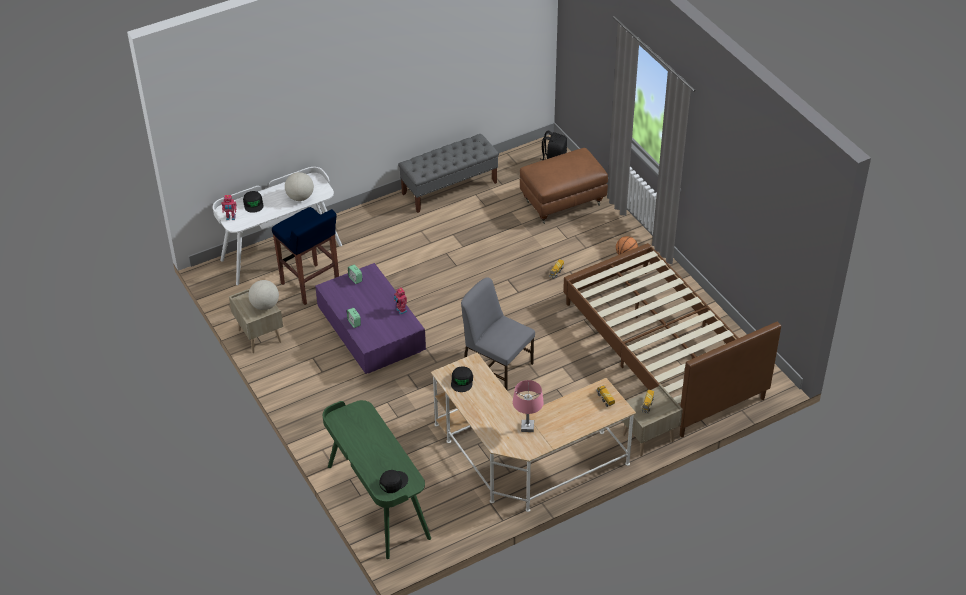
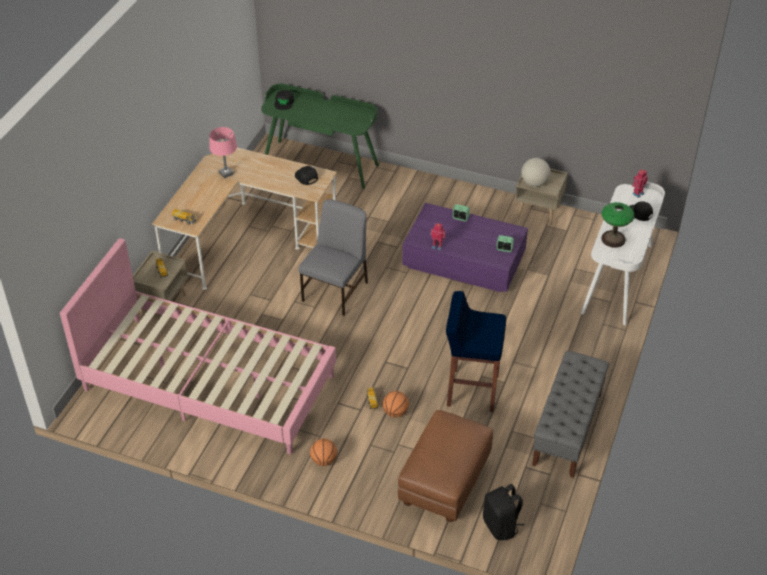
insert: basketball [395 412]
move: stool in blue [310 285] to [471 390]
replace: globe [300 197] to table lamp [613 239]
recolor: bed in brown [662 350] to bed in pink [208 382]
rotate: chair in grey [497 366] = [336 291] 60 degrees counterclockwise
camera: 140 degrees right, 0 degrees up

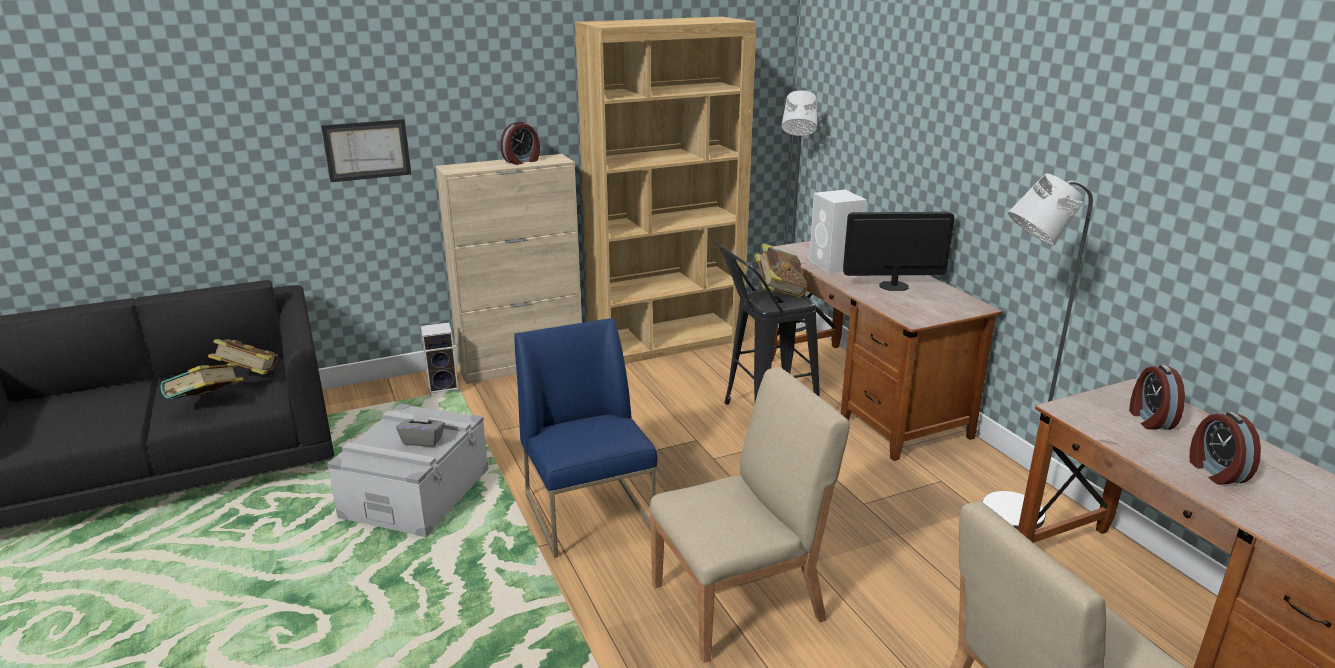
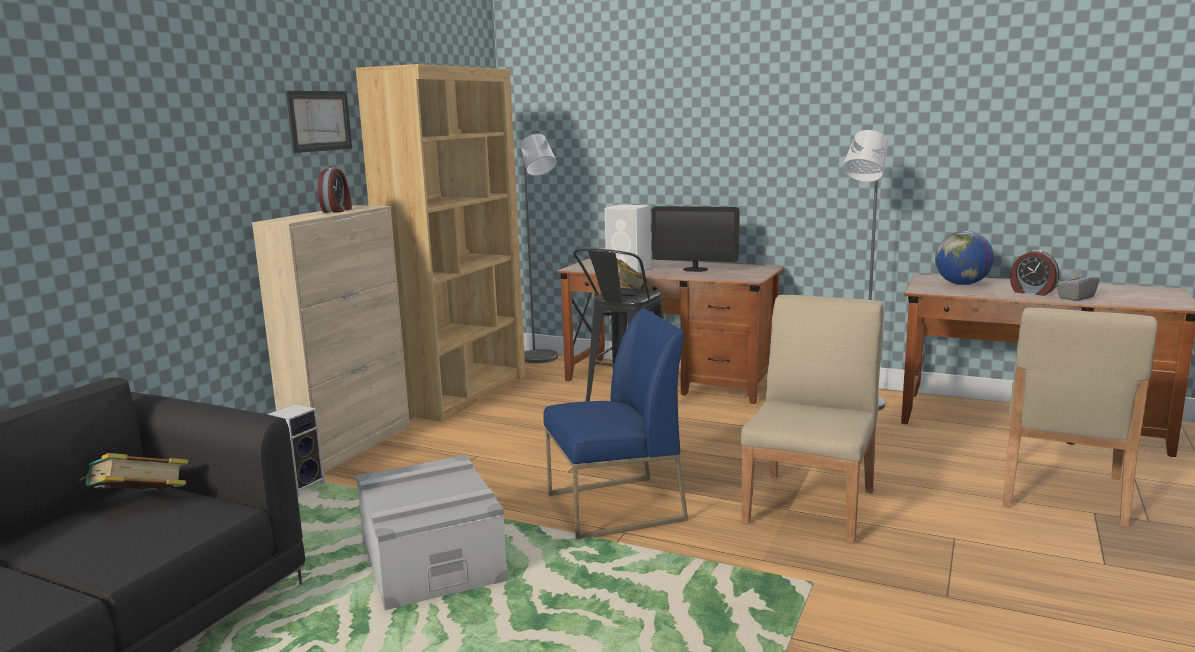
delete: book [207 403]
move: picture [367 150] to [319 121]; tissue box in grey [423 441] to [1075 298]
replace: alarm clock [1149 419] to globe [962 284]
rotate: monitor [893 286] = [695 269] 120 degrees counterclockwise; chair in blue [590 513] = [614 507] 135 degrees clockwise
camera: 40 degrees left, 10 degrees down

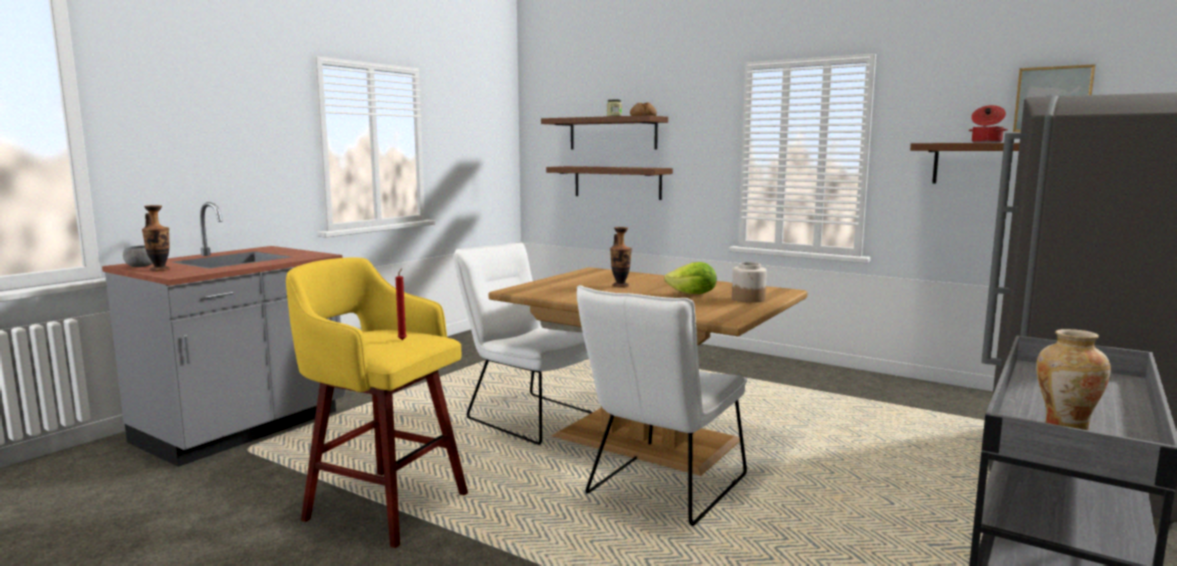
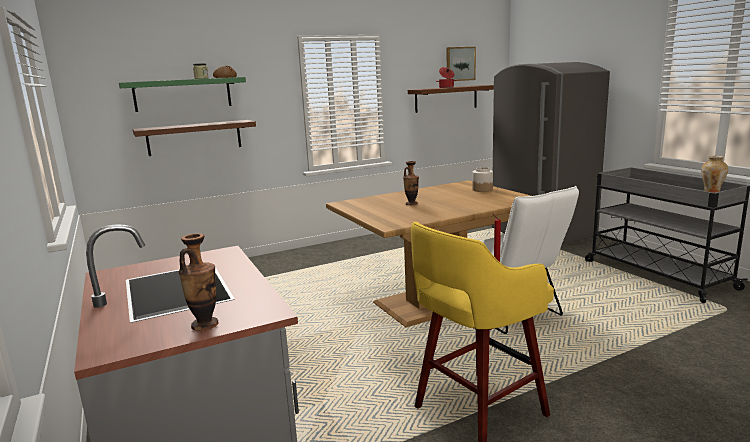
delete: chair in white [529 416]; bowl in grey [141 266]; lettuce [693 294]
recolor: shelf in brown [612 133] to shelf in green [183 94]
camera: 60 degrees left, 5 degrees up

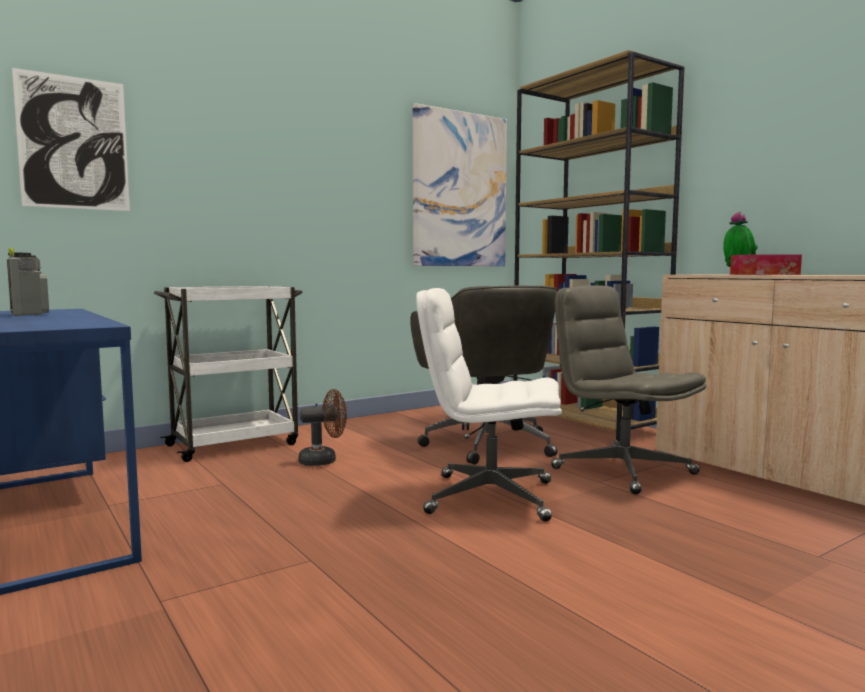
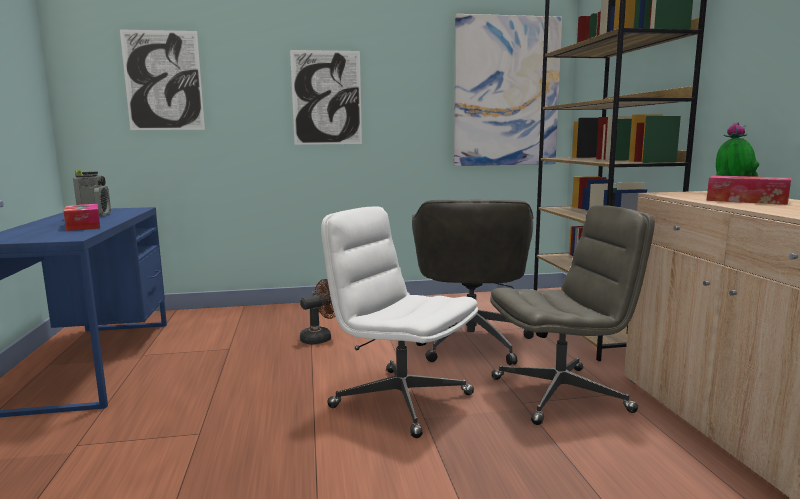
delete: cart in white [235 444]
insert: picture [326 98]; tissue box [83 225]
rotate: office chair in grey [622 471] = [561 394] 90 degrees clockwise; fan in brown [324 460] = [320 338] 45 degrees counterclockwise
camera: 25 degrees right, 5 degrees up

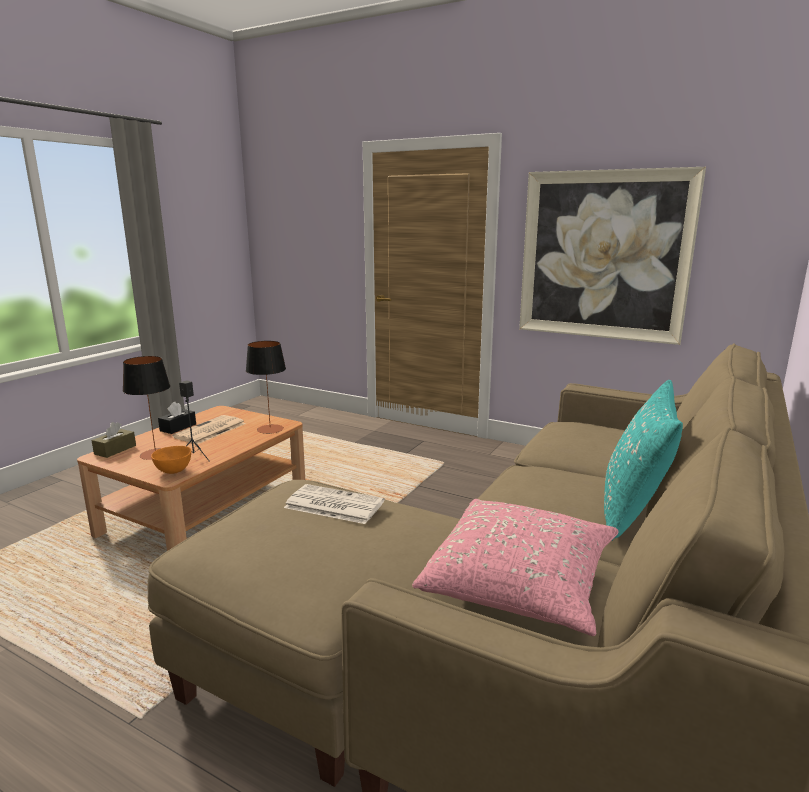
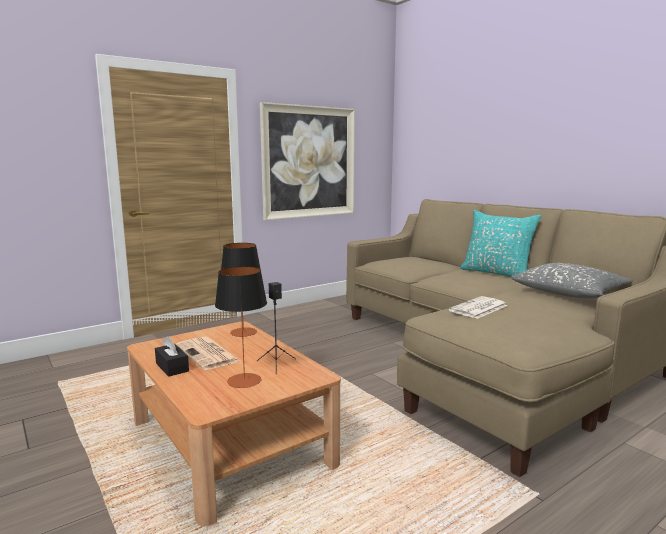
delete: tissue box in brown [115 450]; bowl in orange [173 471]
recolor: pillow in pink [520 582] to pillow in grey [569 293]
camera: 65 degrees left, 5 degrees down

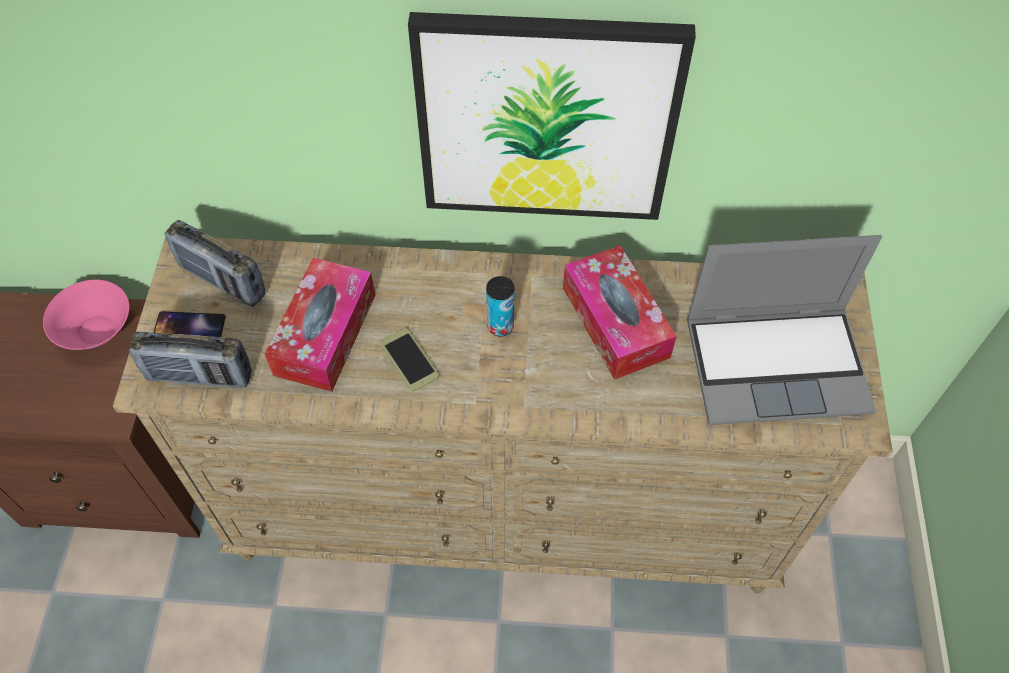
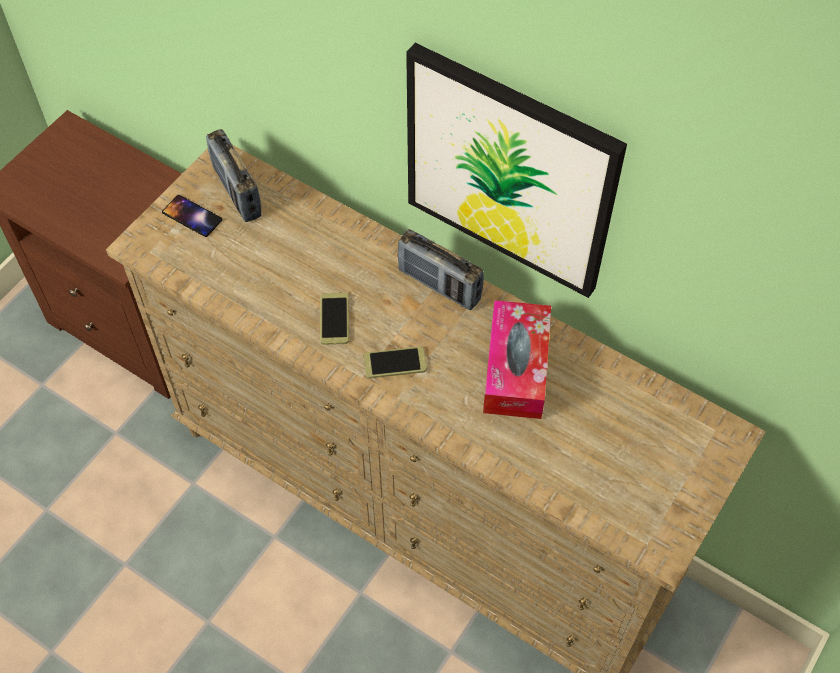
delete: laptop [778 364]; tissue box [325 334]; can [500 326]; bowl in pink [97 330]
insert: phone [395 363]
move: radio [200 376] to [439 285]
camera: 30 degrees right, 0 degrees up

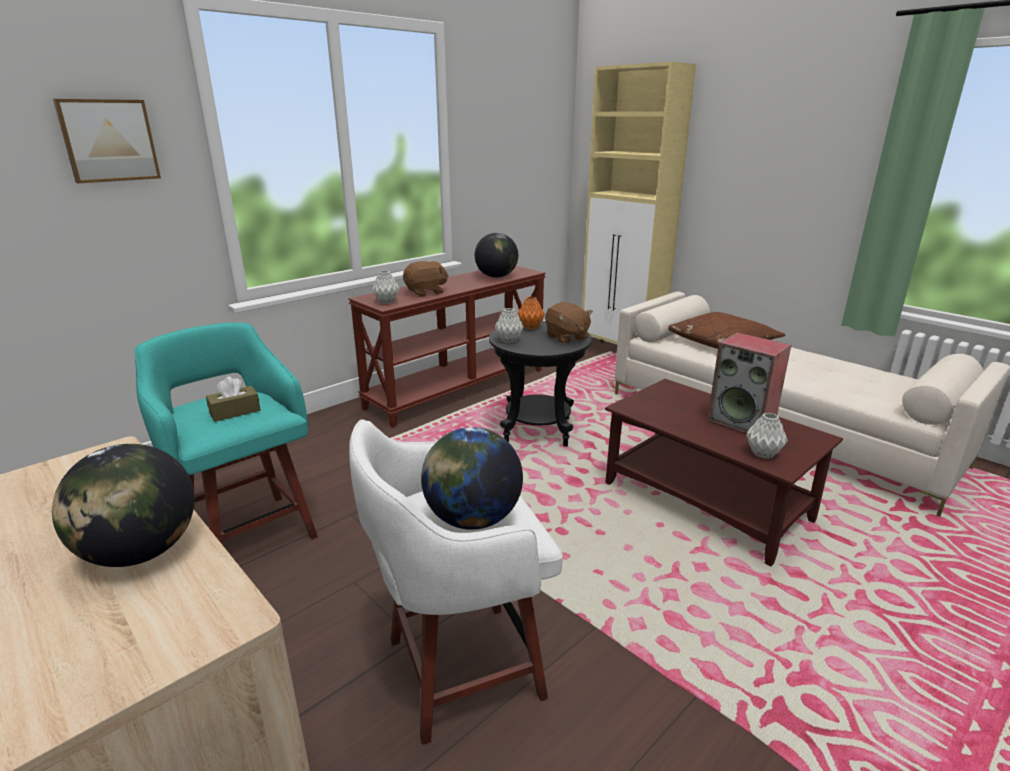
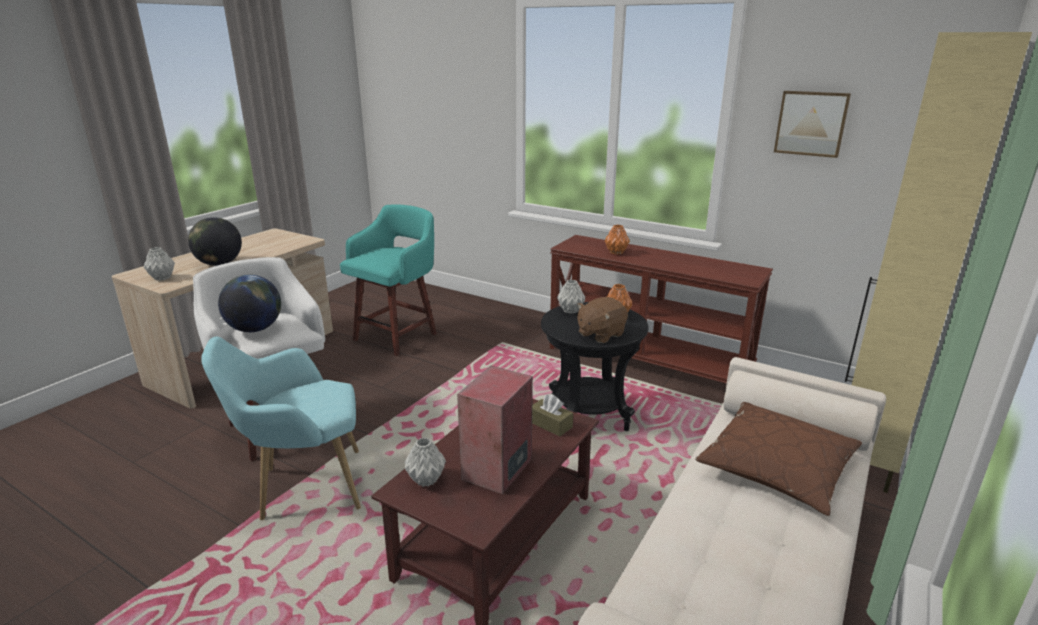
delete: globe [496 276]
insert: armchair in turquoise [304 487]
move: picture [108 140] to [811 123]; vase in grey [387 302] to [162 278]; tissue box in brown [235 412] to [550 424]
replace: plush toy in brown [426 292] to vase in orange [616 252]
camera: 75 degrees right, 0 degrees up

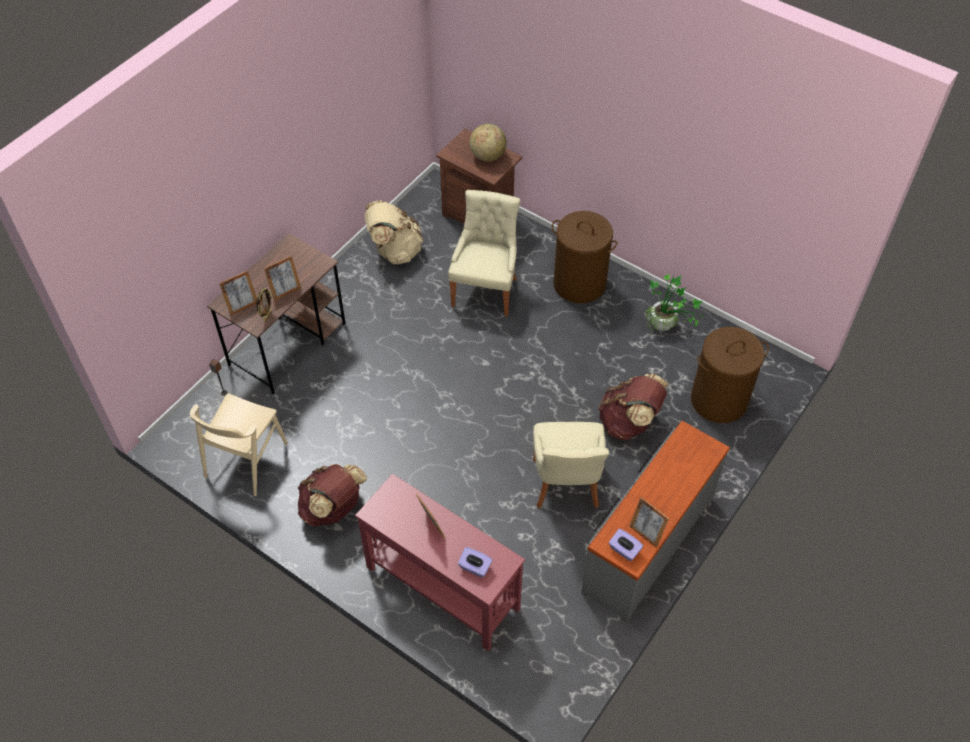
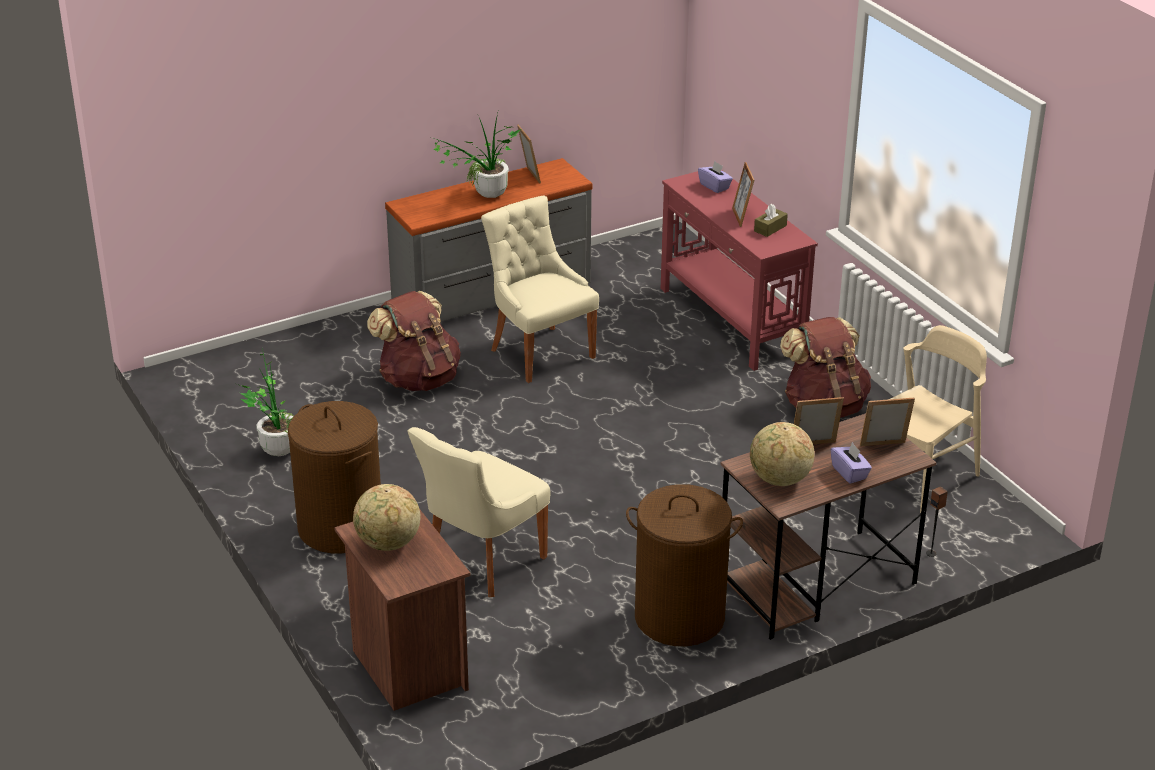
delete: backpack in beige [395 251]; picture frame [267 316]
insert: potted plant [485 197]; tissue box in brown [770 228]; globe [779 480]
move: laundry basket in brown [718 400] to [679 617]; tissue box in purple [624 550] to [849 473]
rotate: chair in beige [566 485] = [539 352] 60 degrees counterclockwise
camera: 155 degrees left, 20 degrees down

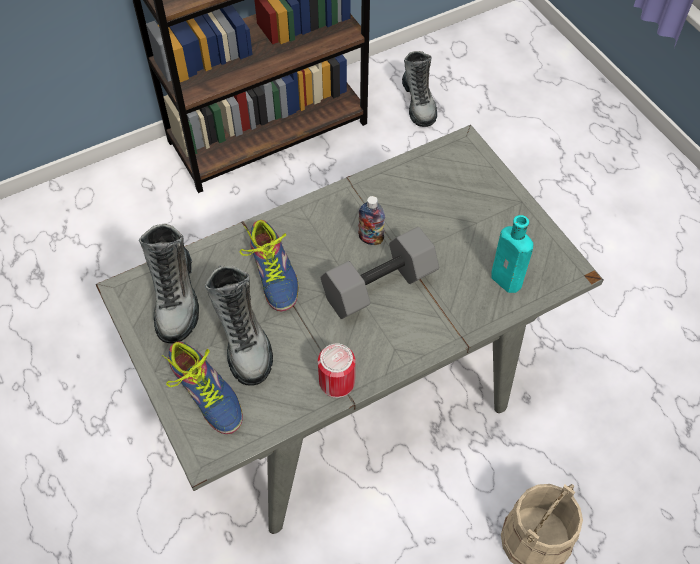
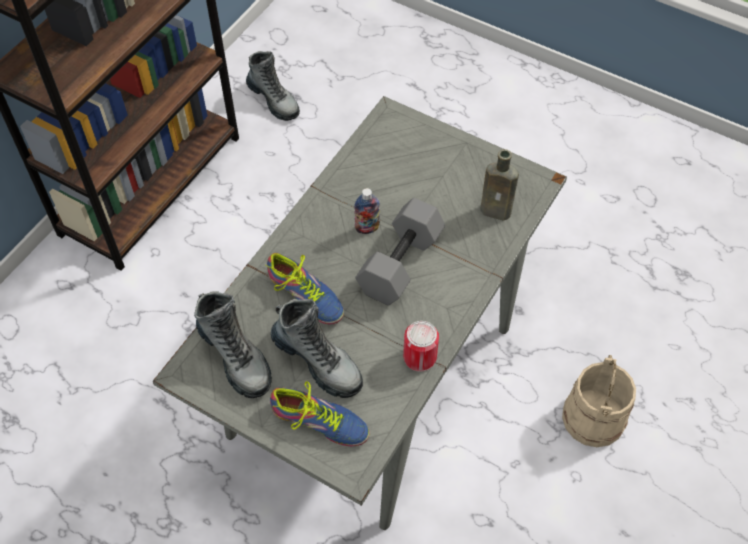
recolor: bottle in turquoise [508 281] to bottle in brown [498 211]
camera: 30 degrees left, 0 degrees up

